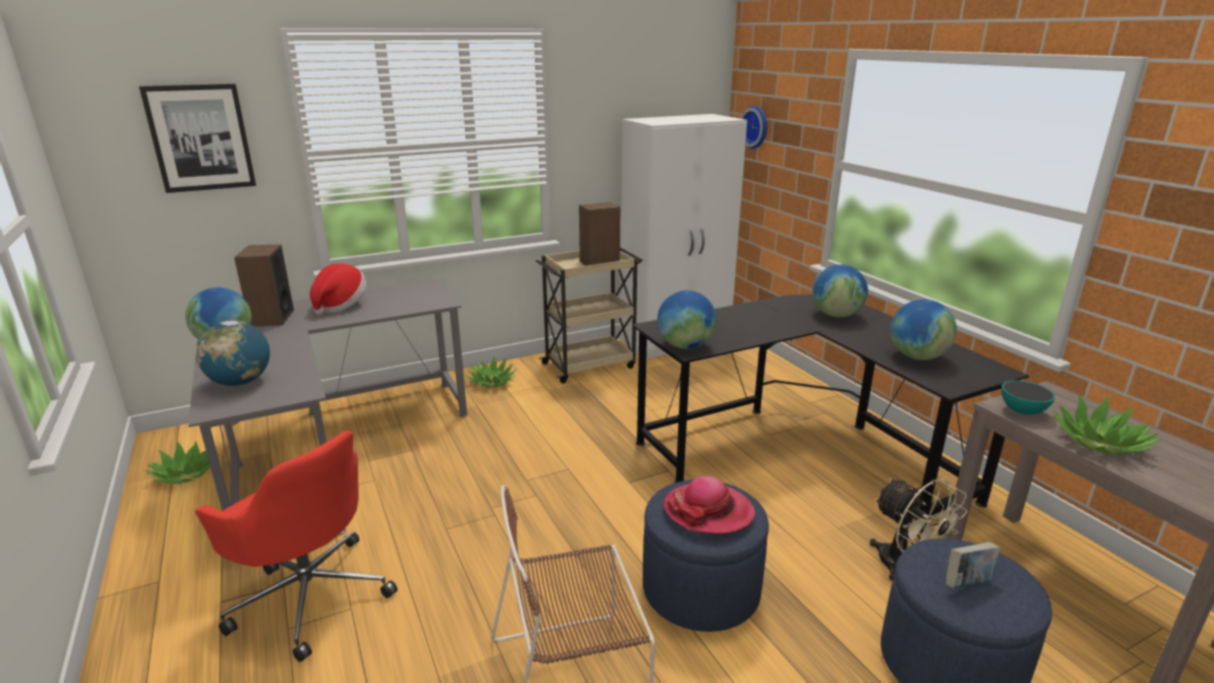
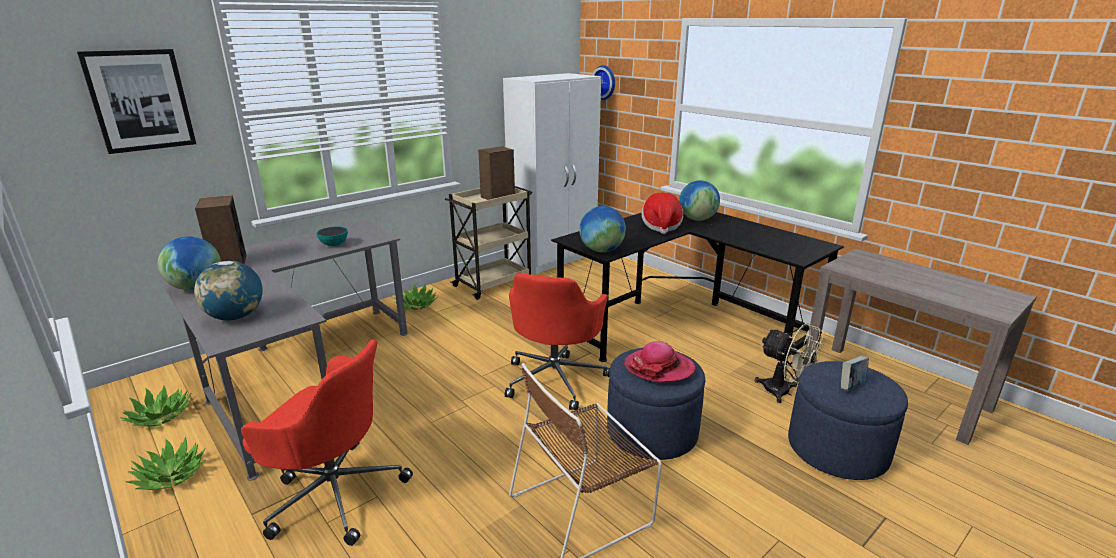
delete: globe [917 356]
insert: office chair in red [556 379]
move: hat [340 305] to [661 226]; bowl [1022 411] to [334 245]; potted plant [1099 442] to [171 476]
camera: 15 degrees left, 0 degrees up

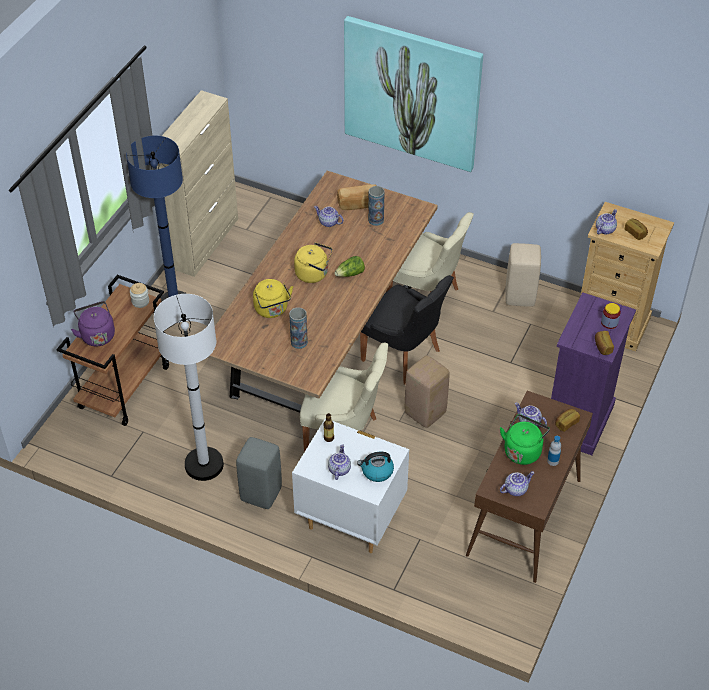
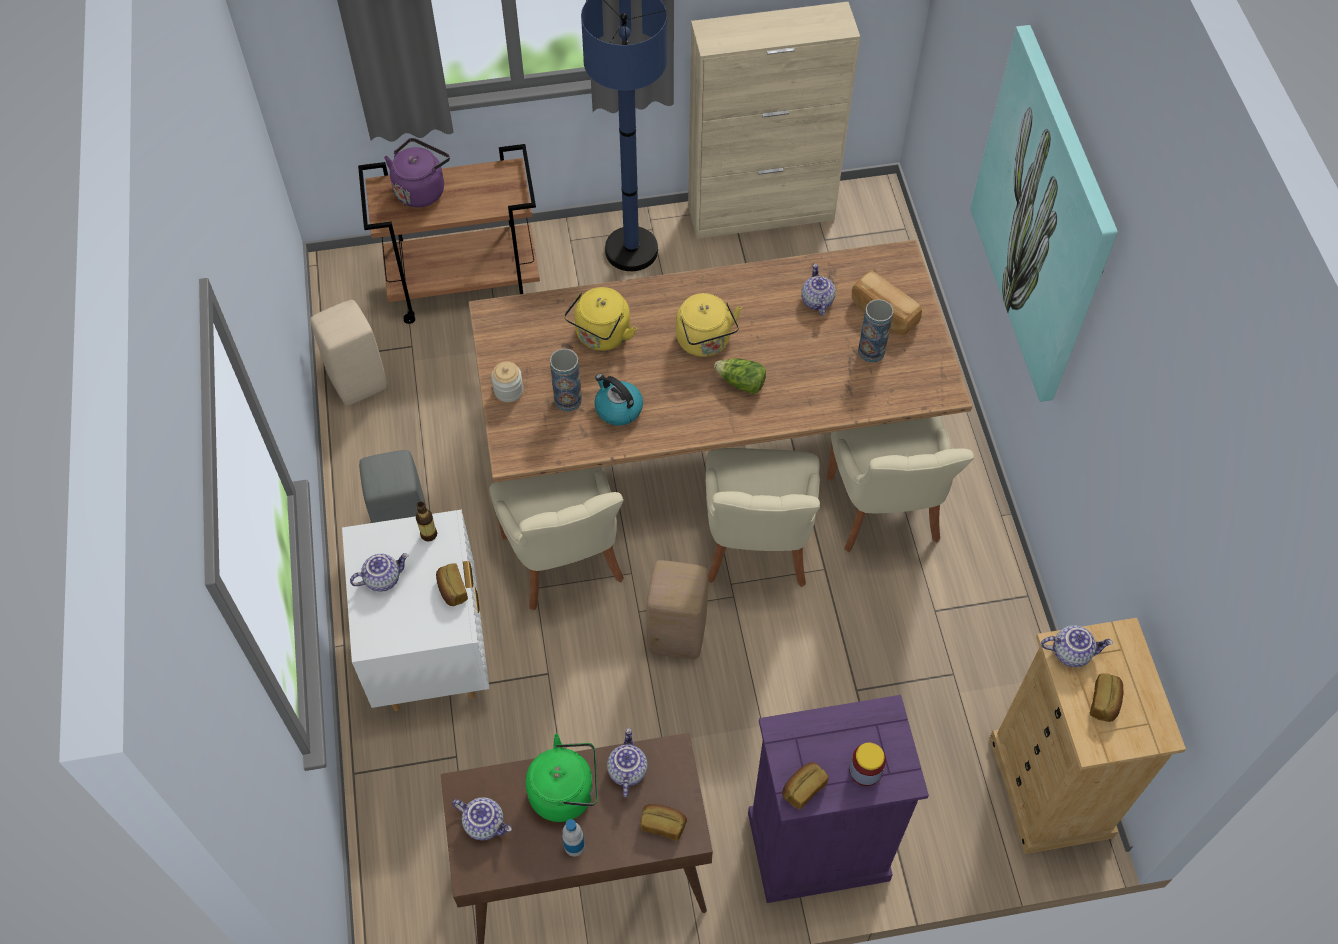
delete: floor lamp in white [204 464]
insert: bread [452 590]
move: stool in beige [519 296] to [359 381]; jar [140 301] to [508 390]; kettle [376 471] to [618 408]
recolor: chair in black [403 356] to chair in beige [756 548]
camera: 55 degrees right, 10 degrees up

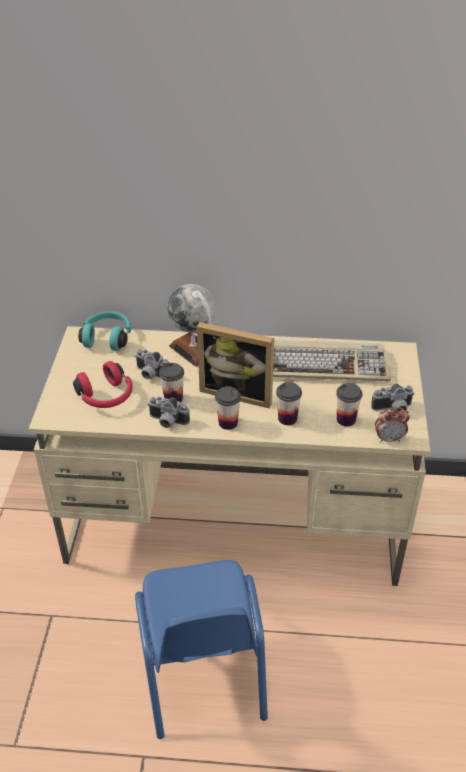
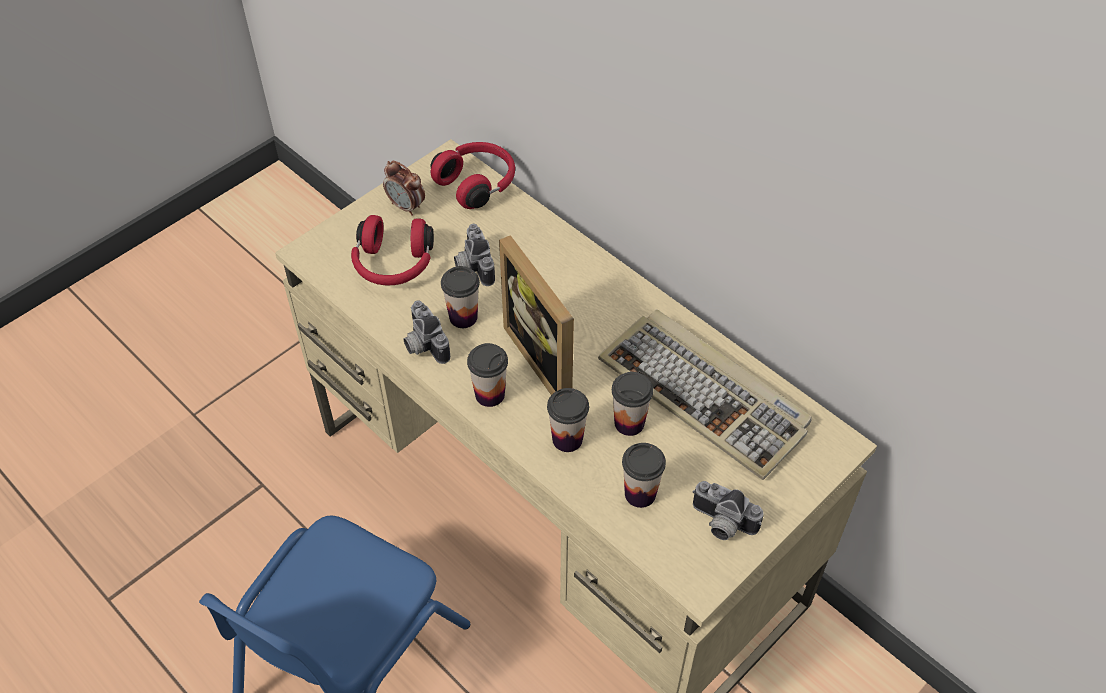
delete: globe [193 350]
insert: cup [629 423]
move: alarm clock [389 439] to [406 207]
recolor: headphones in turquoise [107 338] to headphones in red [477 183]
camera: 40 degrees right, 10 degrees up

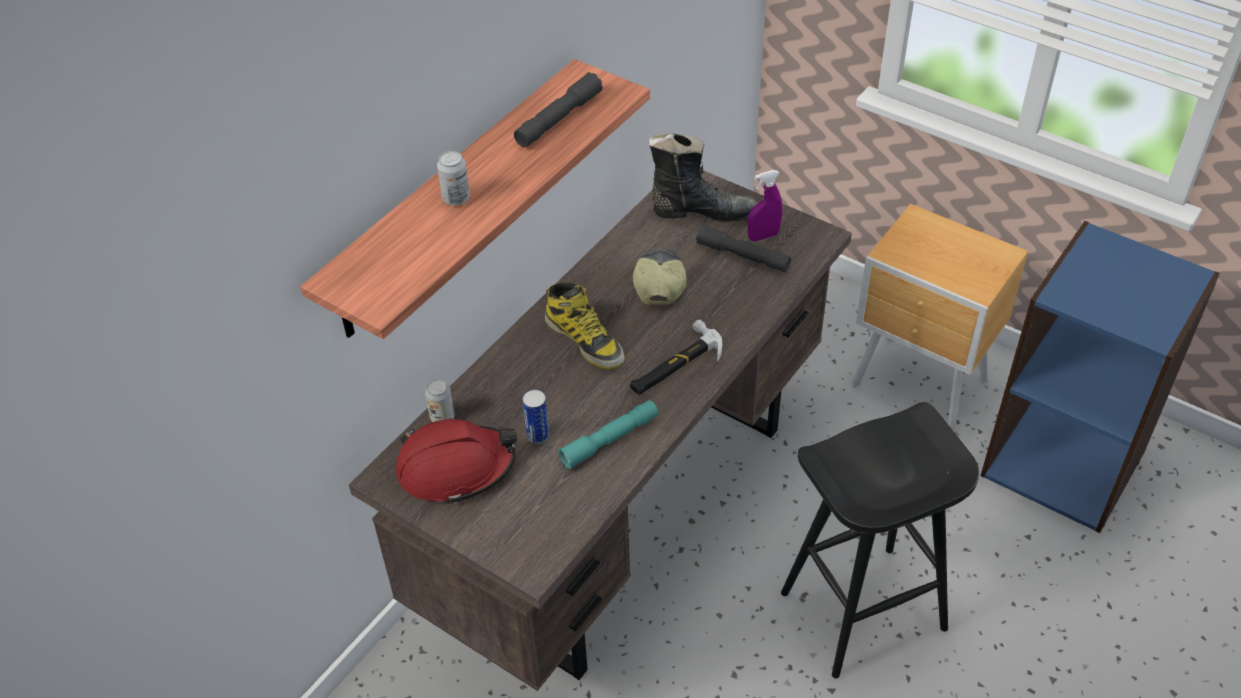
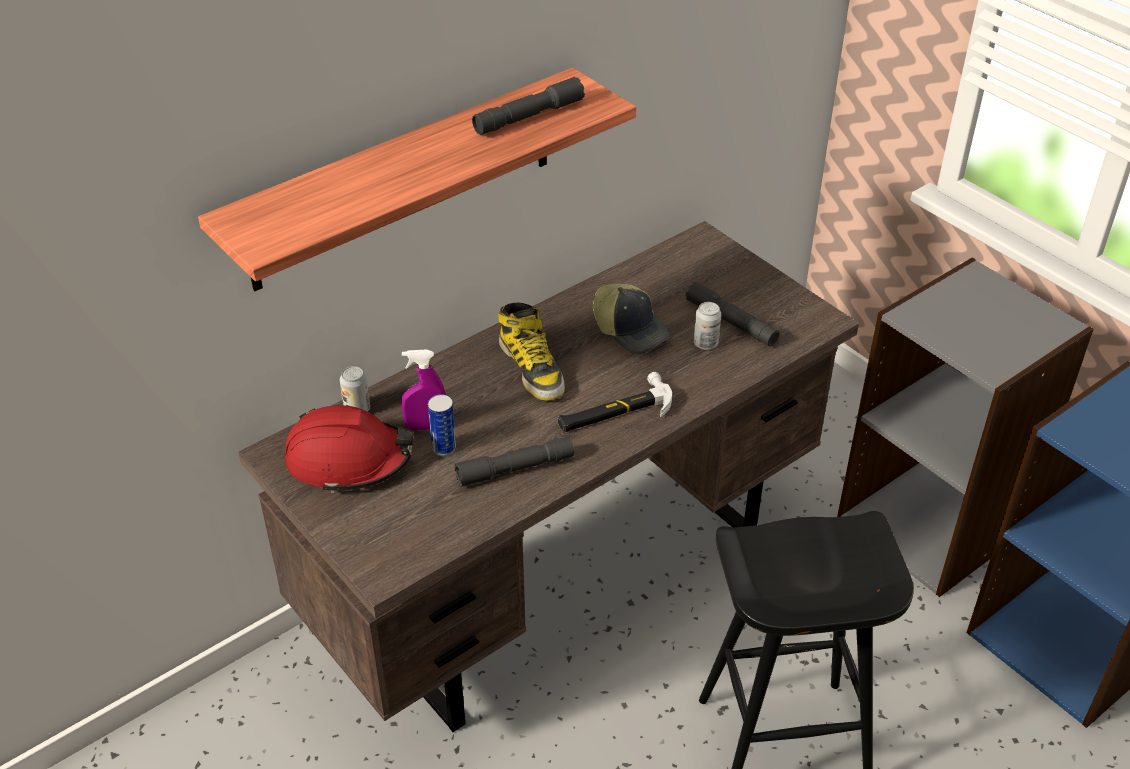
delete: boot in black [702 211]
move: can [456 198] to [705 344]; spray bottle in purple [763 236] to [426 426]
replace: nightstand in brown [921 386] to bookcase in grey [931 524]
recolor: flashlight in turquoise [609 440] to flashlight in grey [515 469]
rotate: cap [658 282] = [631 329] 120 degrees clockwise
camera: 15 degrees right, 5 degrees down

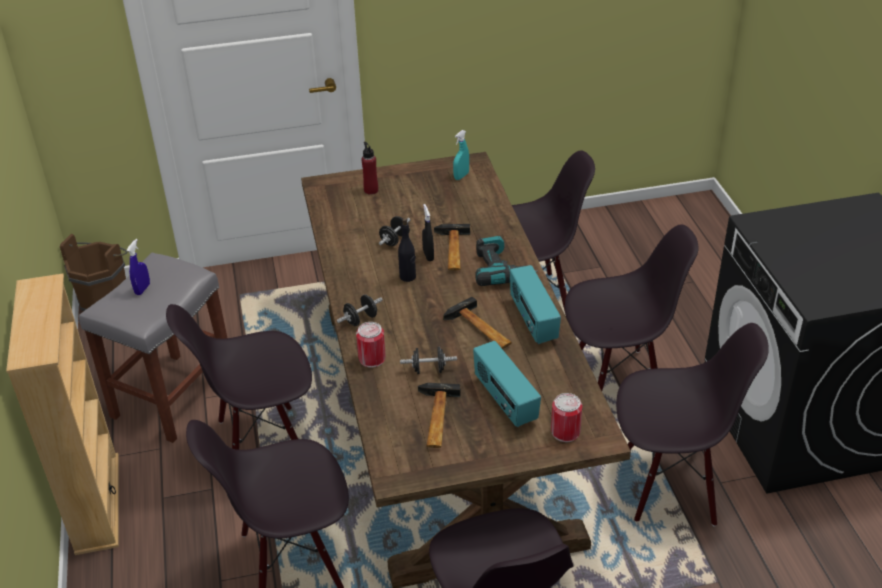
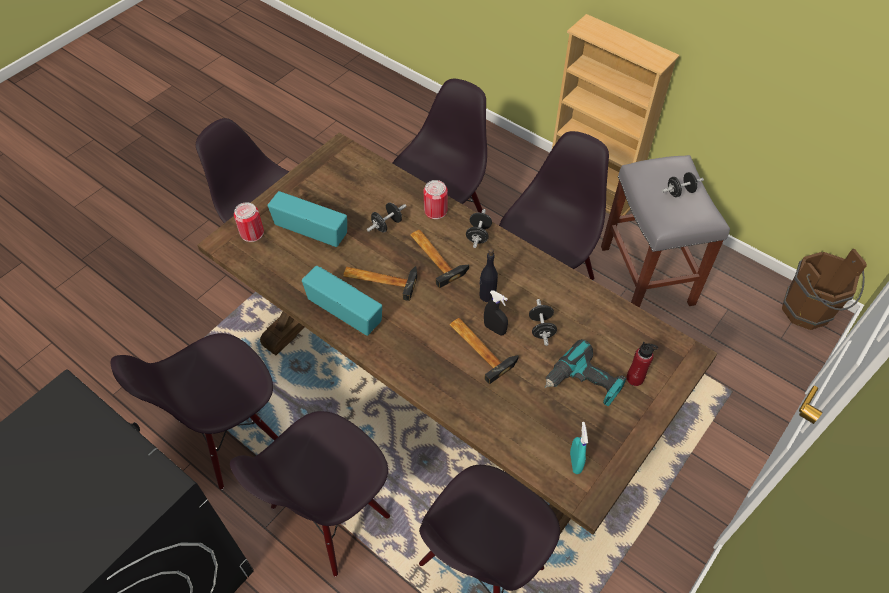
move: power drill [501 270] to [584 383]; hammer [435 419] to [435 256]
replace: spray bottle in blue [142 289] to dumbbell in black [680 192]
camera: 140 degrees right, 15 degrees up

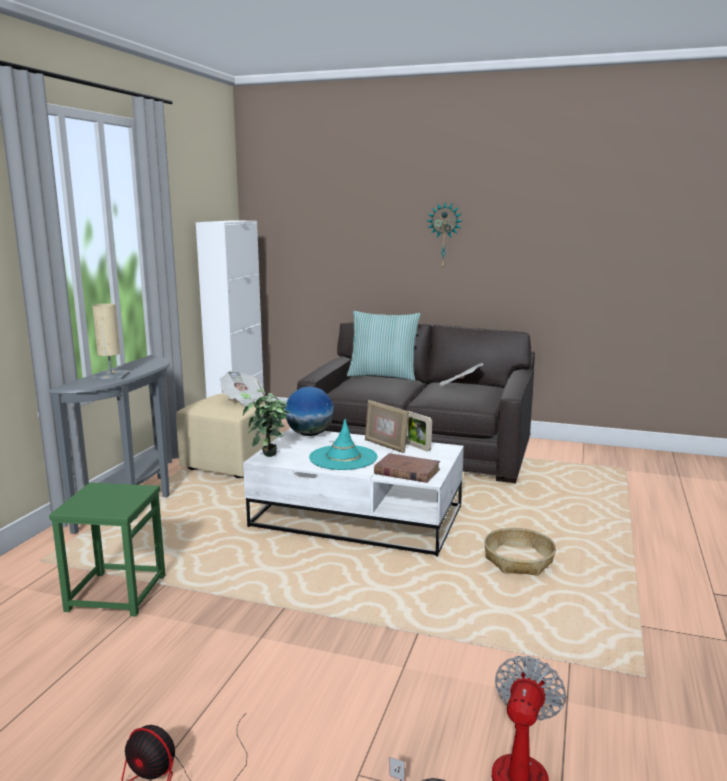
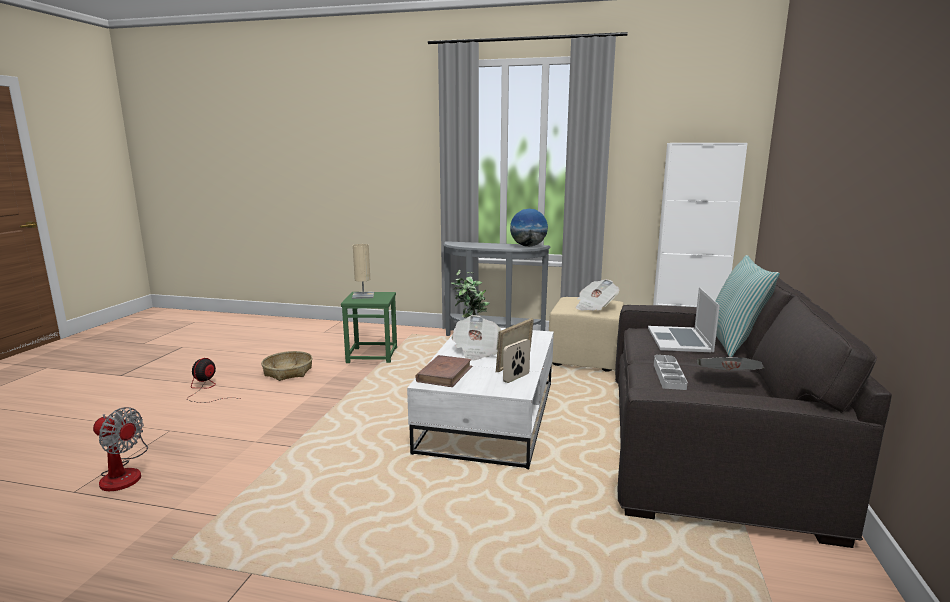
delete: wall clock [444 236]
insert: laptop [679 339]; tray in grey [669 377]
move: table lamp in beige [111 376] to [363 295]; globe [310 434] to [528 246]; basket [518 561] to [288 372]
replace: hat in turquoise [343 458] to newspaper [476 351]
camera: 85 degrees right, 0 degrees up

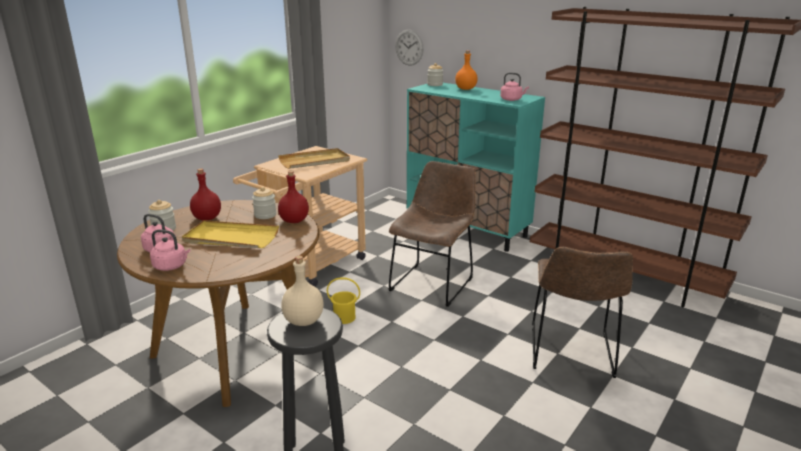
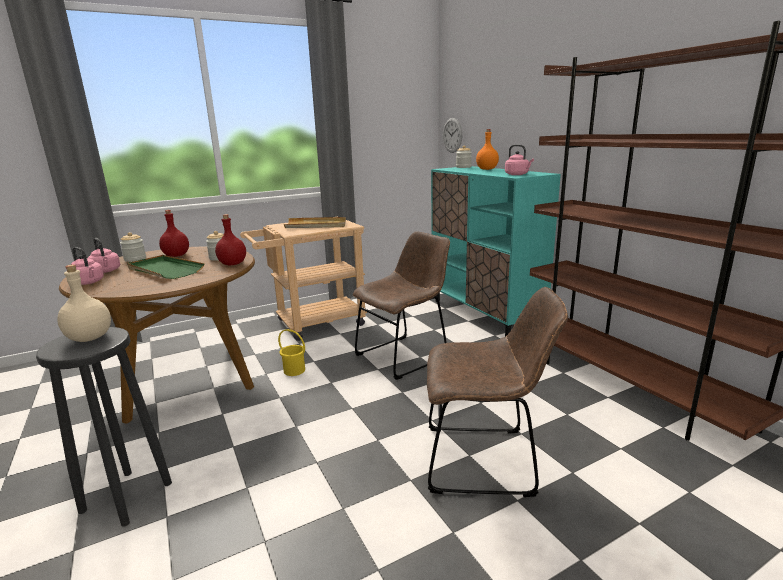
recolor: tray in yellow [231 238] to tray in green [164 270]
rotate: chair in brown [571 354] = [485 460] 120 degrees counterclockwise
camera: 25 degrees right, 5 degrees down

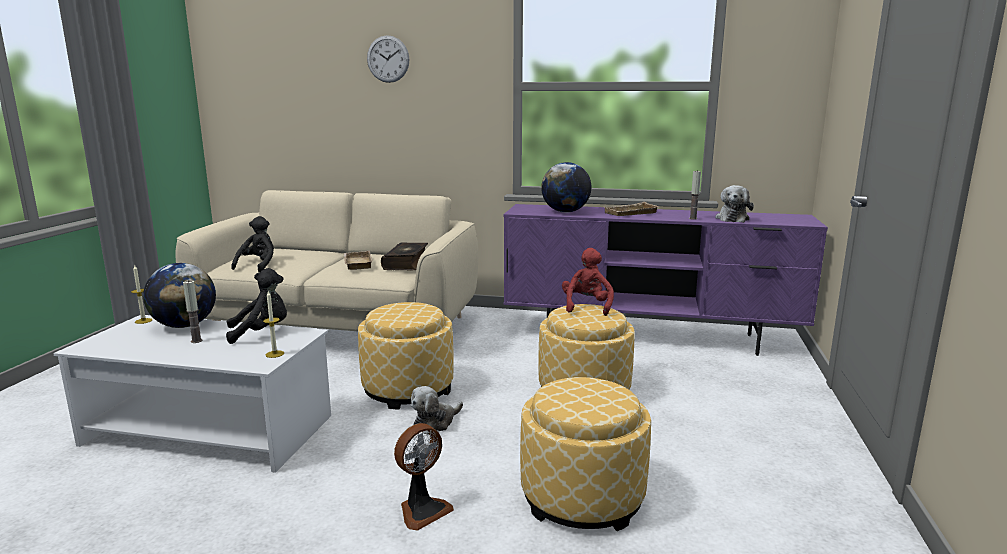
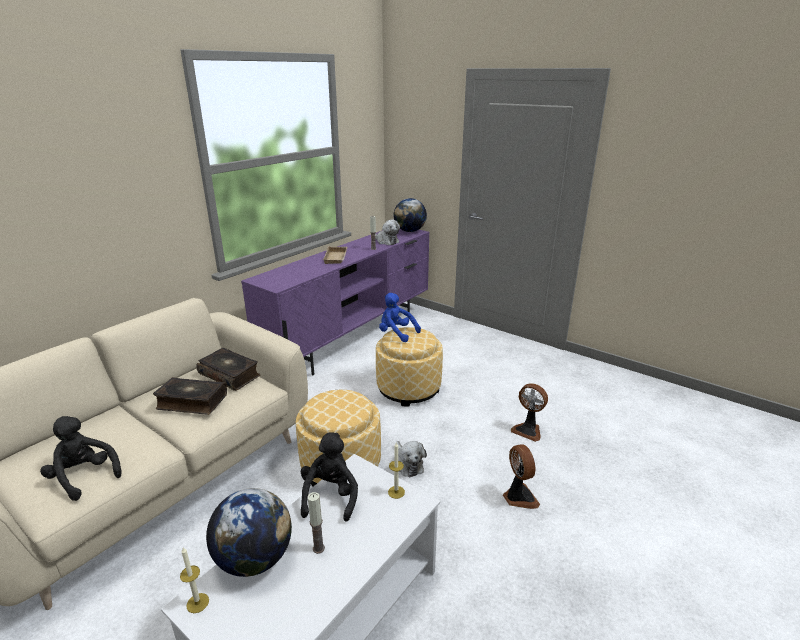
delete: wall clock [388 59]
move: globe [565 212] to [410 231]
replace: tray in beige [356 263] to book [191 402]; ottoman [582 497] to fan [528 430]
recolor: plush toy in red [587 306] to plush toy in blue [396 333]
camera: 65 degrees left, 10 degrees up

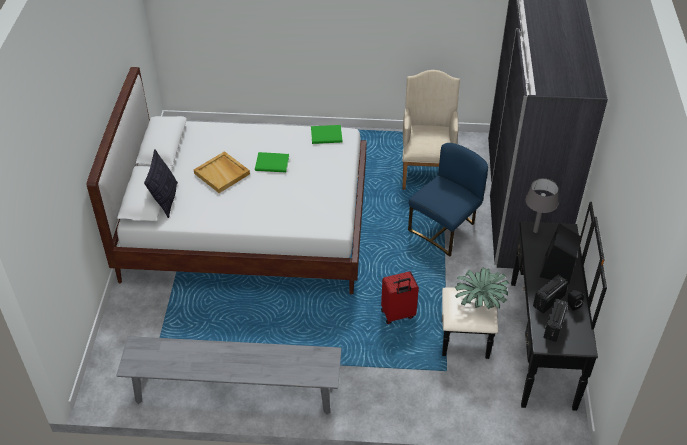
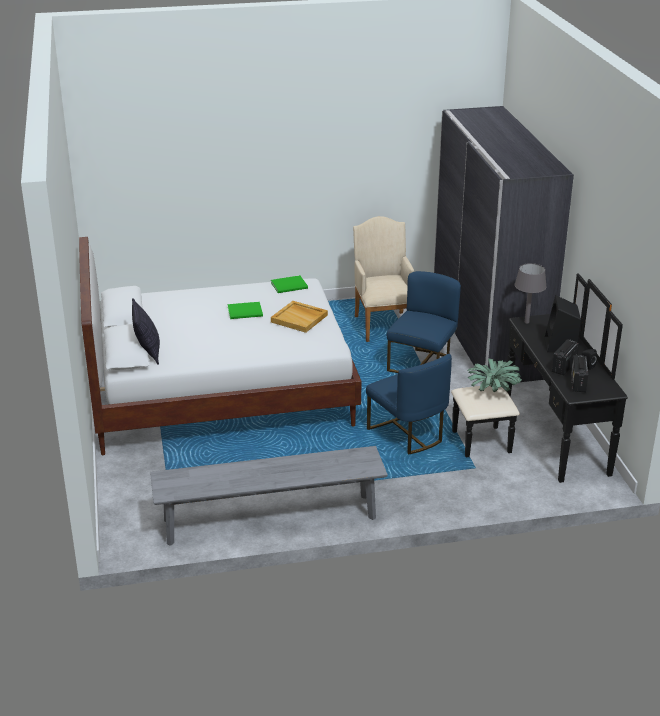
move: tray in beige [222 174] to [299 318]
replace: suitcase in red [398 315] to chair in blue [407 434]
camera: 15 degrees left, 15 degrees down

